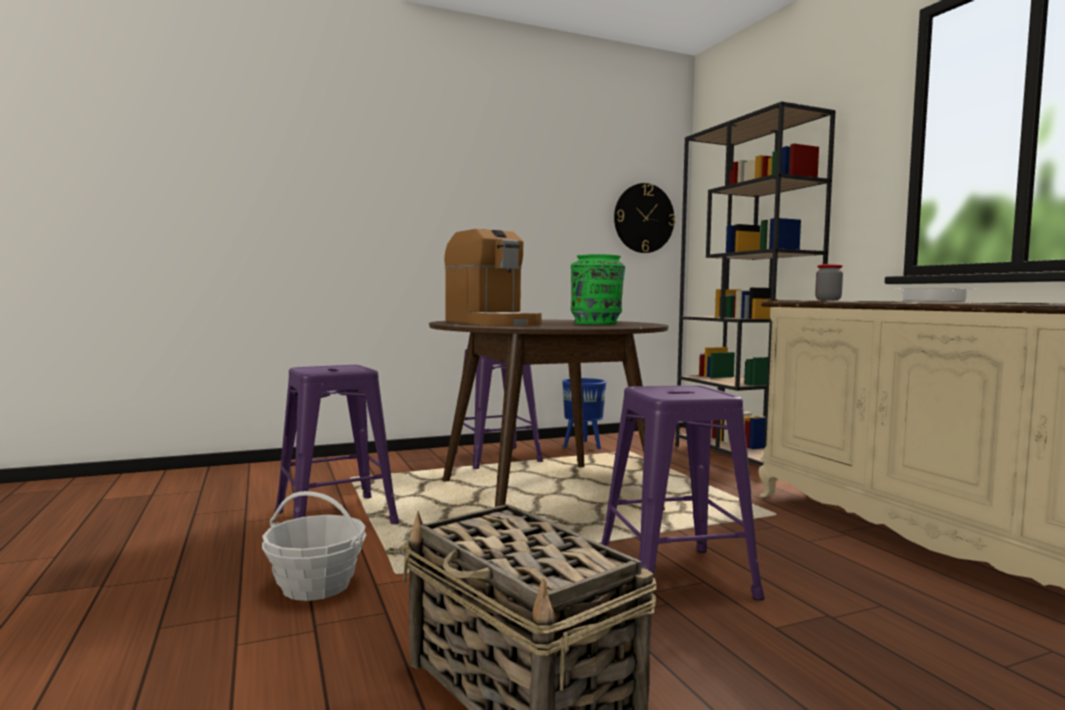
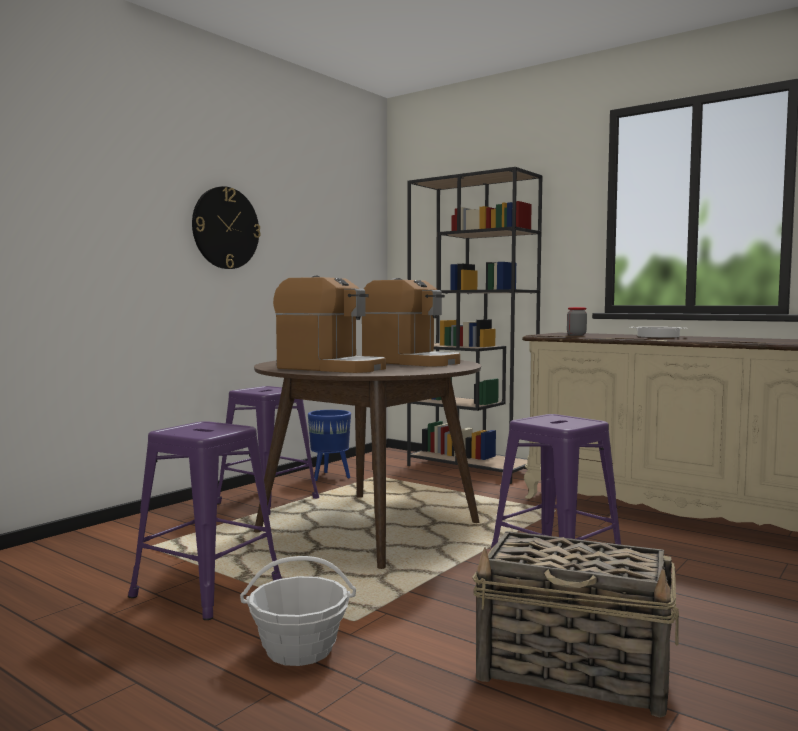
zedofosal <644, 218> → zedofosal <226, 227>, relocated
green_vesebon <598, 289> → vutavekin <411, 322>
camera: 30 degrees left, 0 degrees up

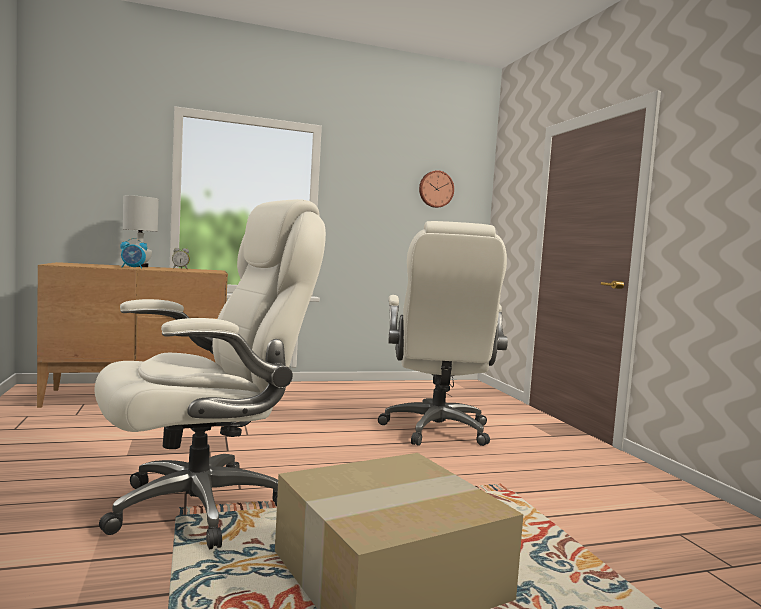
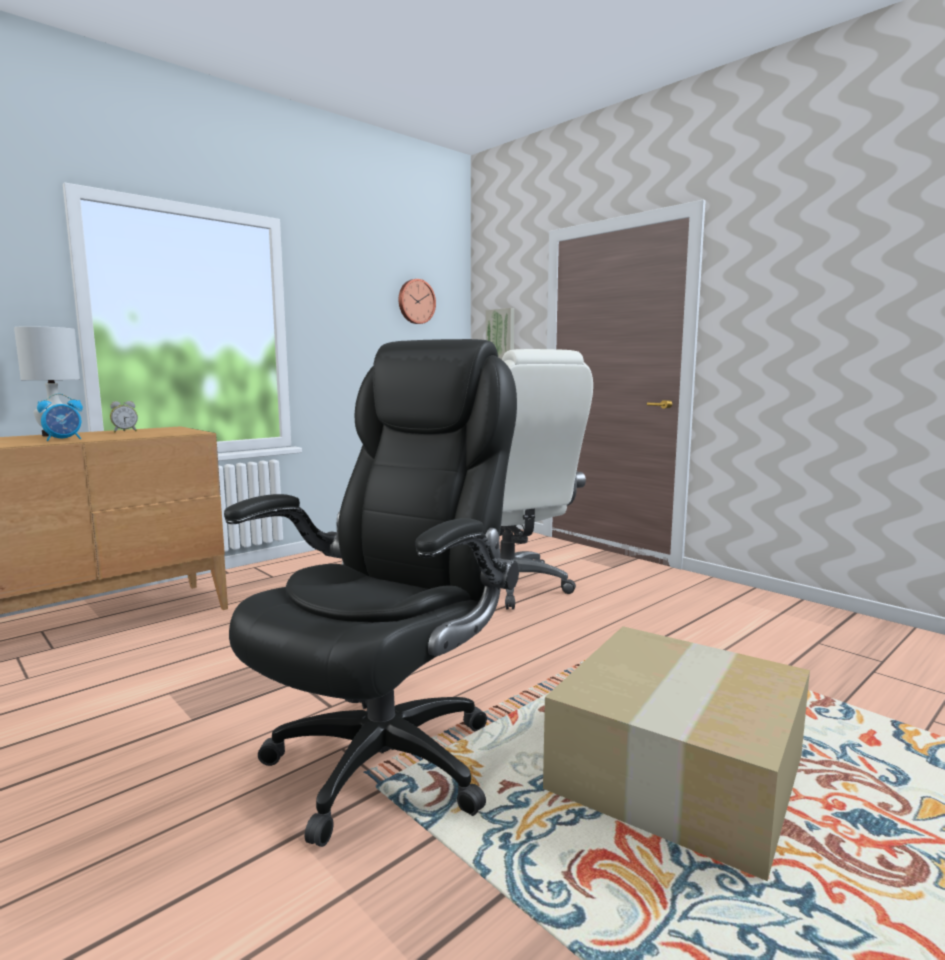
- → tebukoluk <500, 334>
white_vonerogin <210, 374> → black_vonerogin <371, 593>
camera: 25 degrees left, 5 degrees up

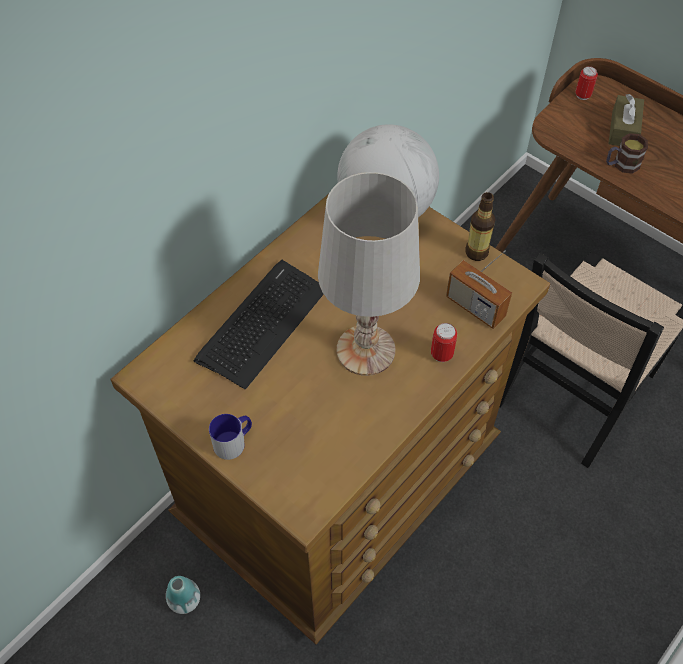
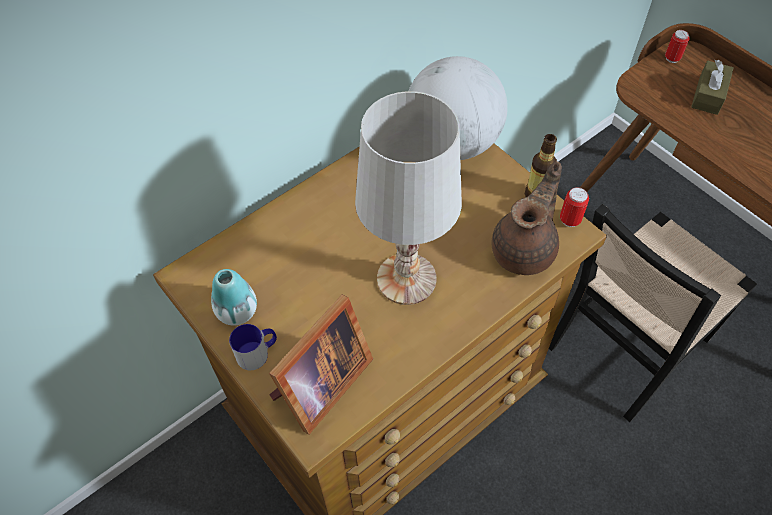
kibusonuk <259, 324> → -
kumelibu <627, 153> → -
- → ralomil <321, 364>
vesebon <183, 595> → vesebon <234, 297>, relocated
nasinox <444, 342> → nasinox <574, 207>, relocated
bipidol <479, 290> → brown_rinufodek <526, 218>
camera: 10 degrees right, 0 degrees up

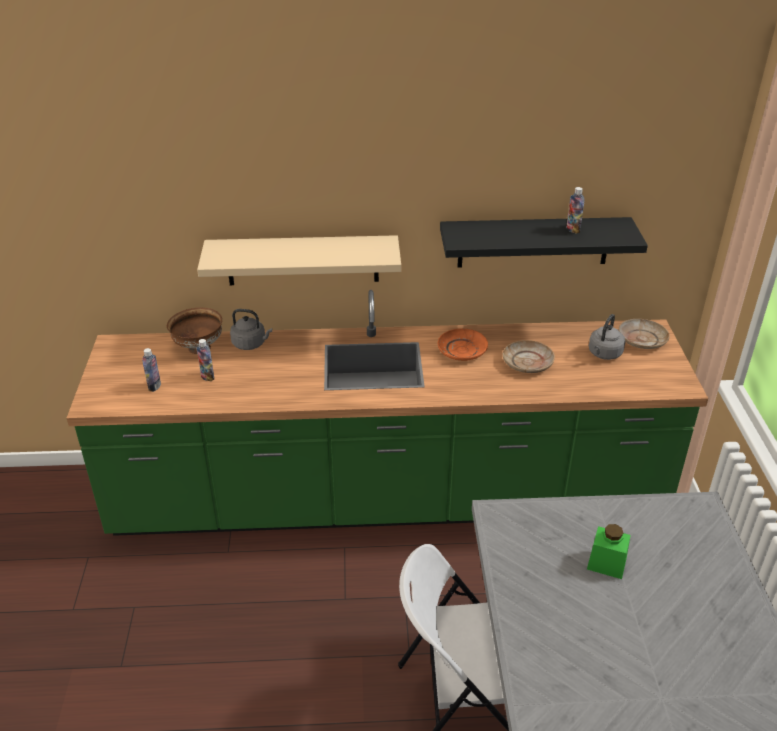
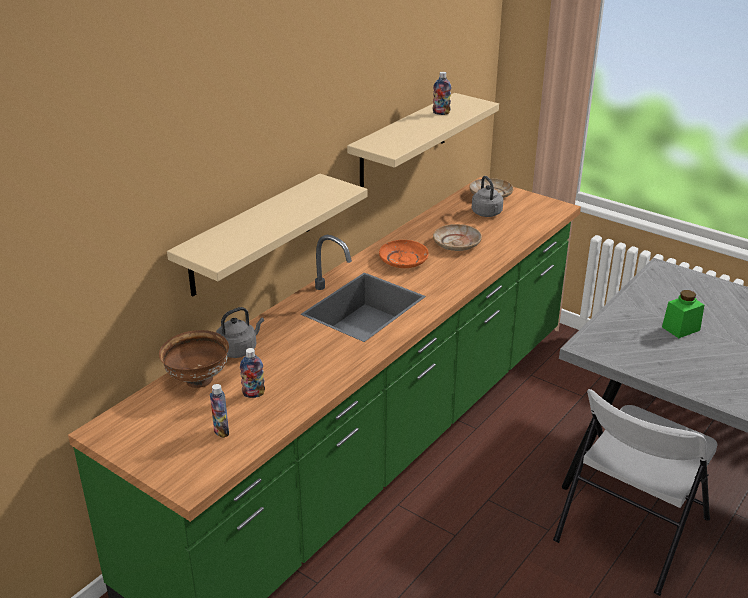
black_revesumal <544, 242> → beige_revesumal <423, 140>
camera: 50 degrees left, 5 degrees down

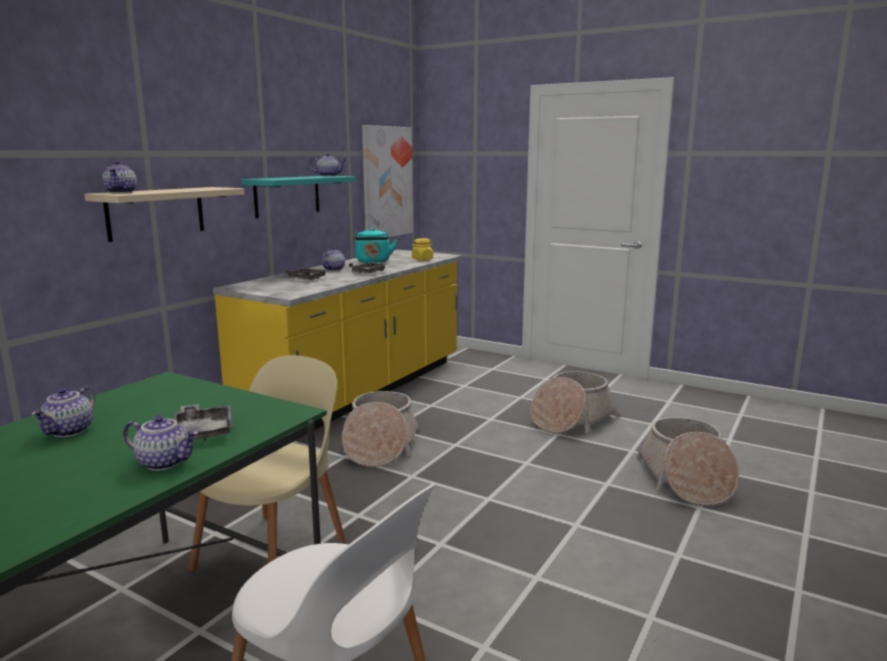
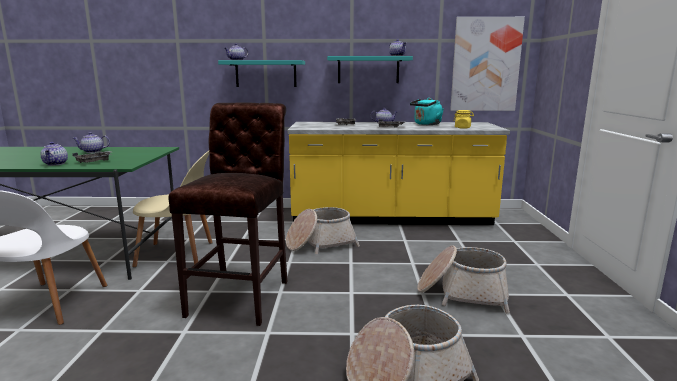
- → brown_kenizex <227, 214>
beige_revesumal <164, 214> → turquoise_revesumal <261, 73>
camera: 60 degrees right, 0 degrees up

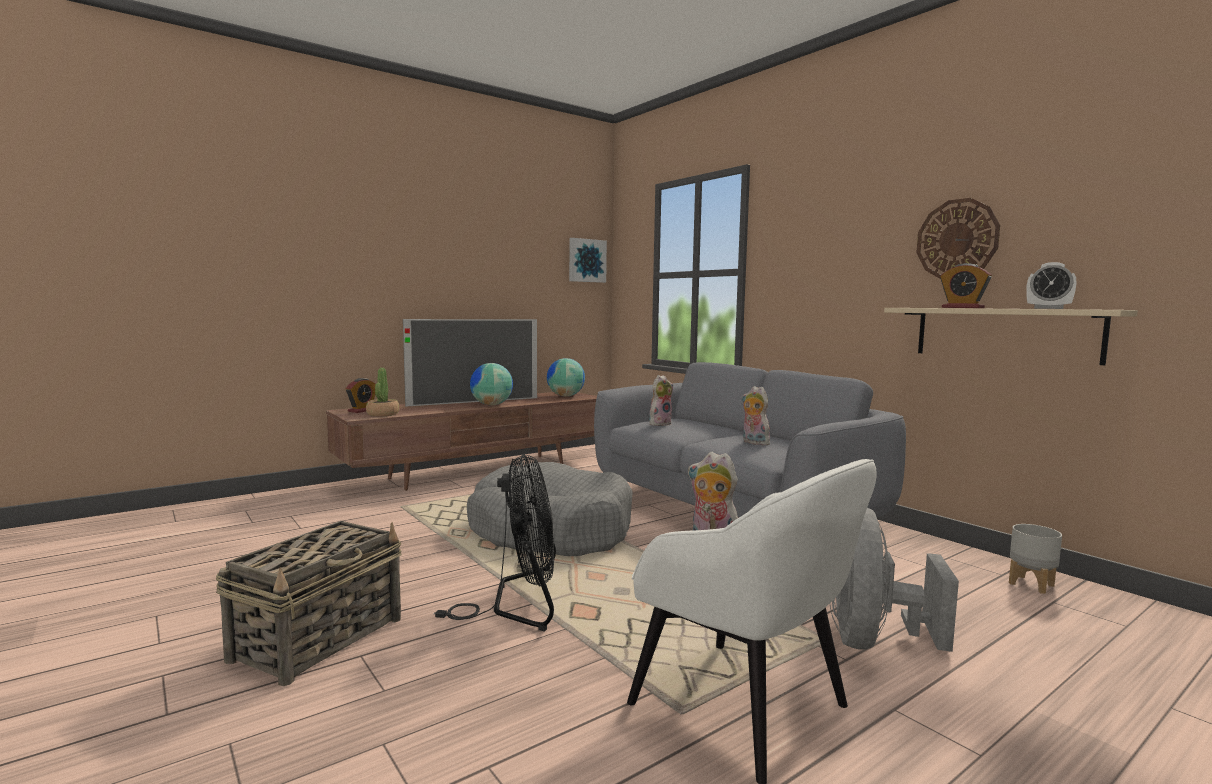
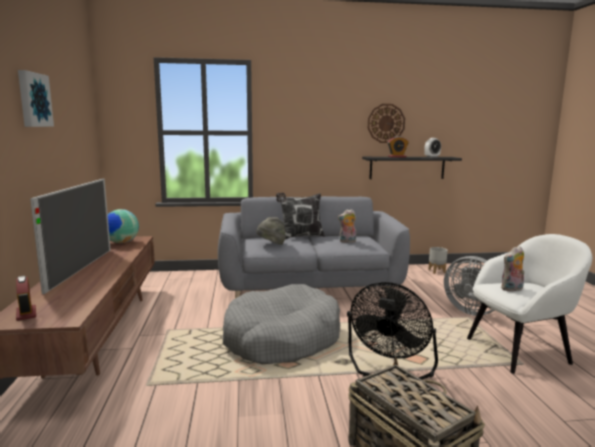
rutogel <382, 392> → -
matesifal <491, 384> → -
- → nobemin <300, 216>
tebukoluk <588, 260> → tebukoluk <36, 98>, relocated
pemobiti <661, 400> → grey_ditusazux <271, 231>
beige_revesumal <1011, 336> → black_revesumal <412, 168>
camera: 60 degrees left, 5 degrees up

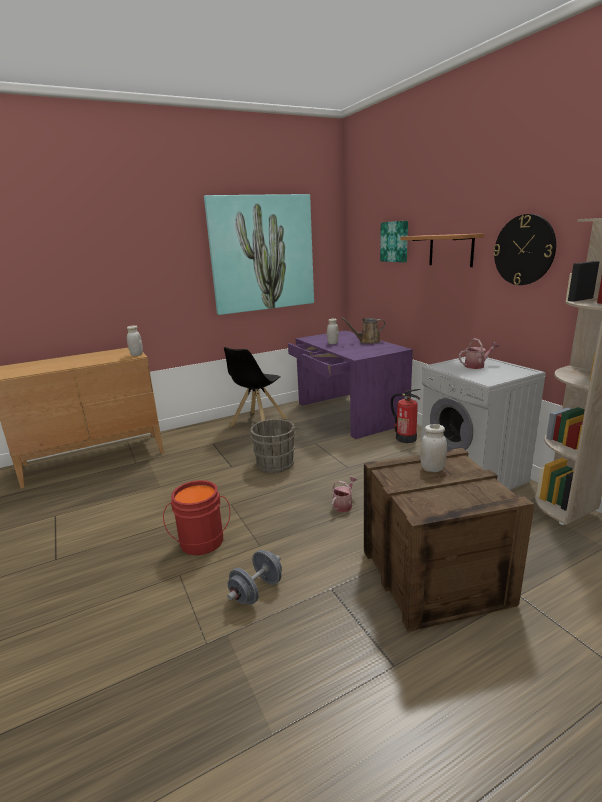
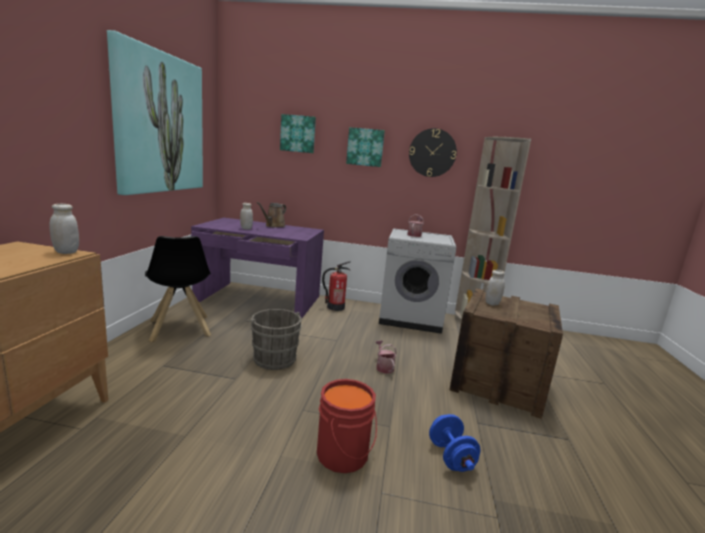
revesumal <442, 250> → tebukoluk <365, 147>
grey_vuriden <254, 577> → blue_vuriden <455, 443>
camera: 55 degrees left, 5 degrees down

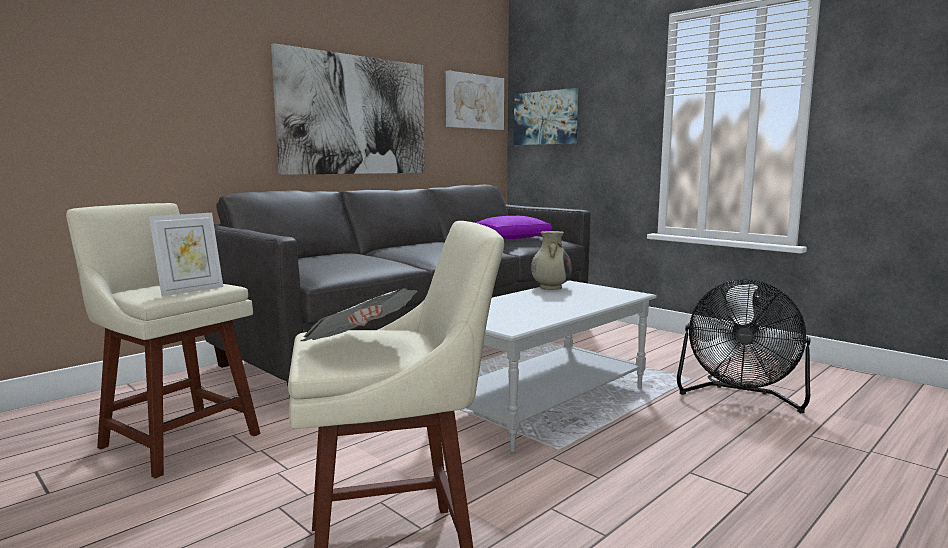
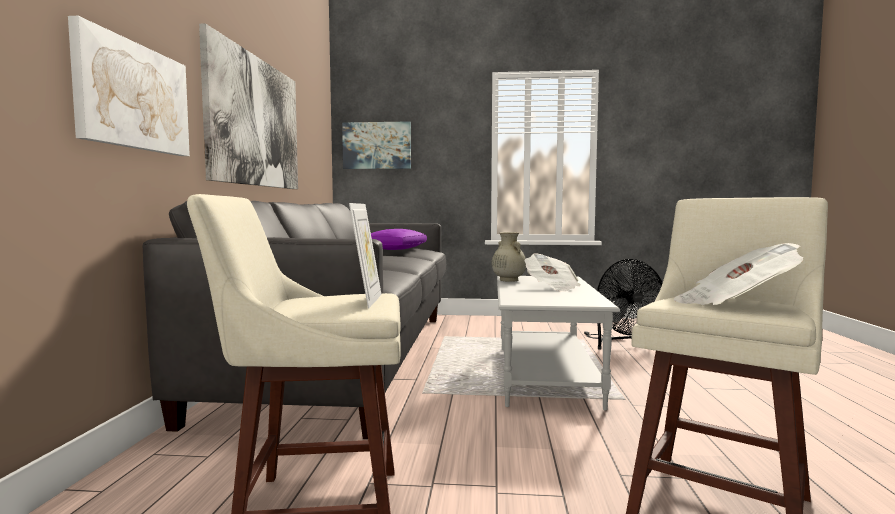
- → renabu <552, 273>
tebukoluk <475, 100> → tebukoluk <129, 86>, relocated
camera: 40 degrees left, 5 degrees down

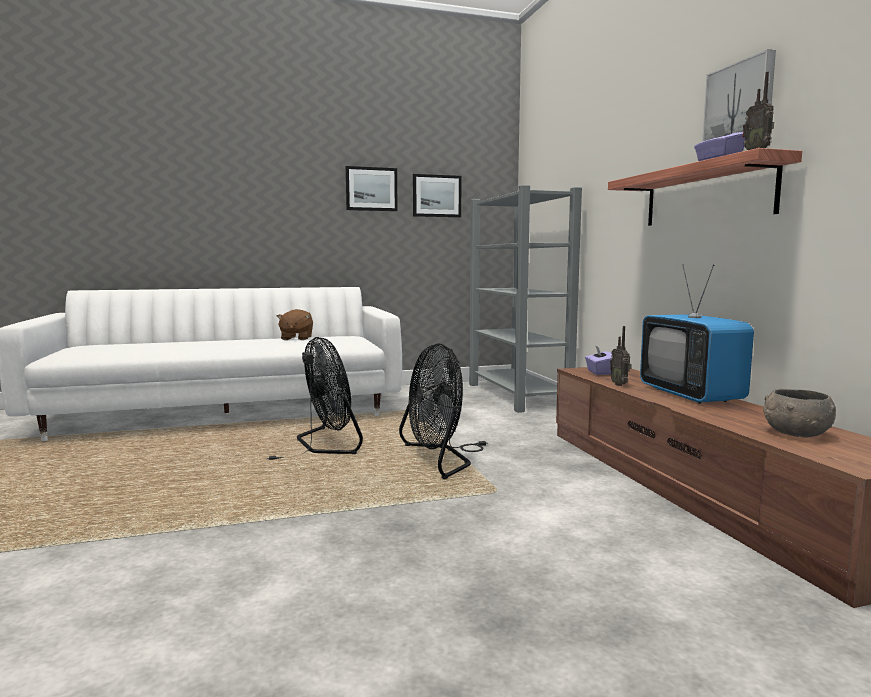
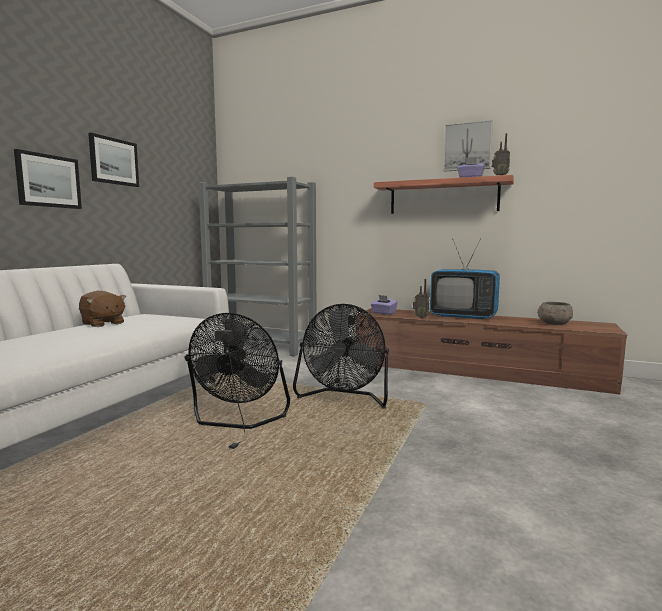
tebukoluk <437, 195> → tebukoluk <48, 179>, relocated
camera: 50 degrees left, 0 degrees up

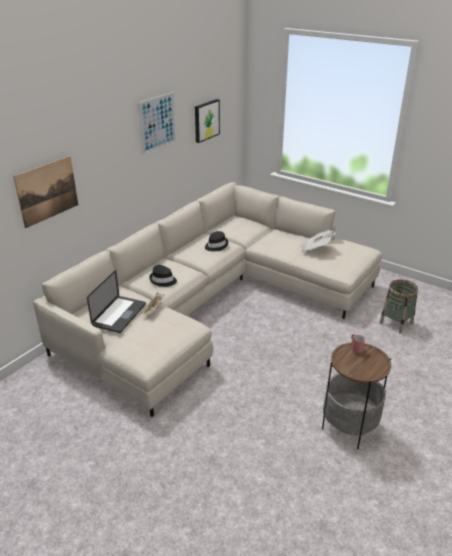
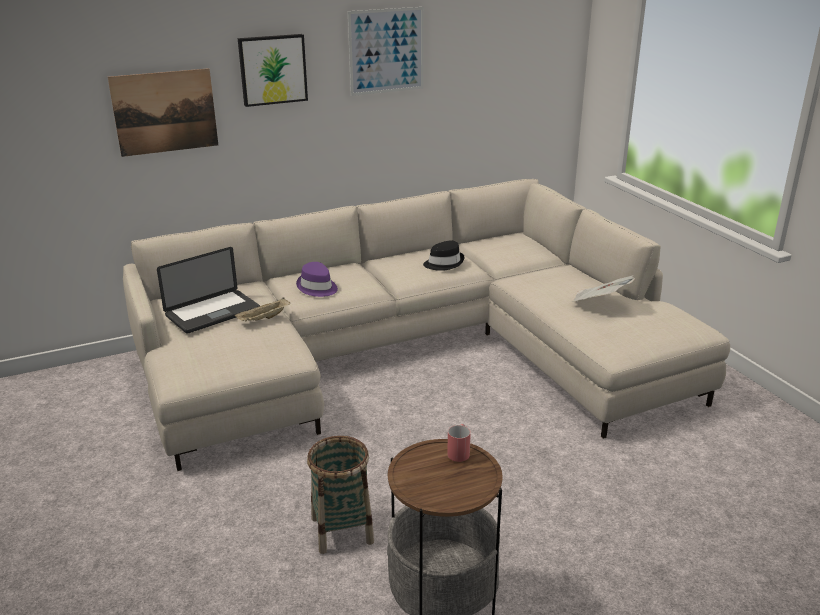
tebukoluk <207, 121> → tebukoluk <273, 70>, relocated
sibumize <398, 306> → sibumize <340, 495>, relocated
black_ditusazux <163, 276> → purple_ditusazux <317, 279>
camera: 30 degrees right, 5 degrees down

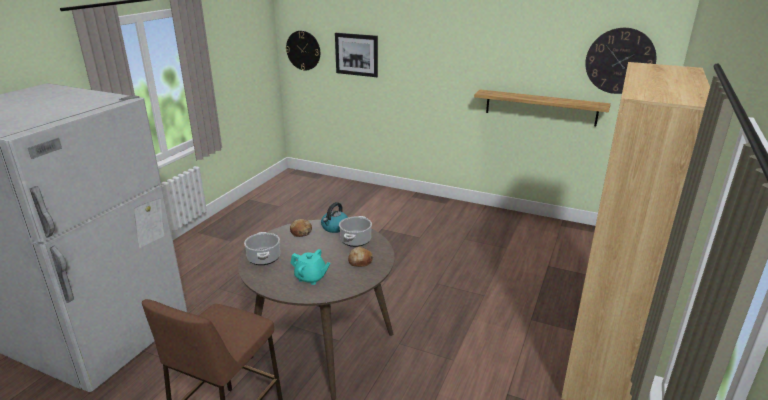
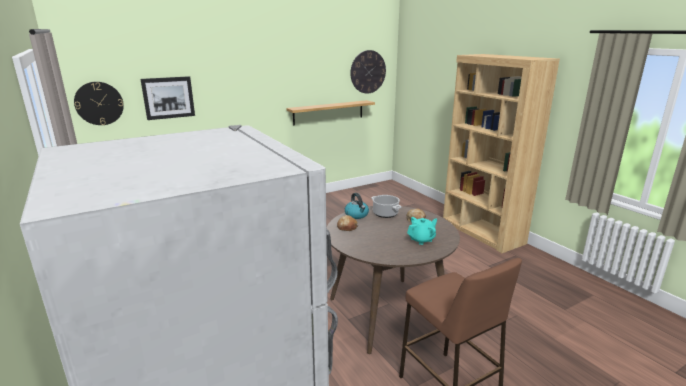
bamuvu <262, 248> → -
camera: 55 degrees left, 5 degrees down

